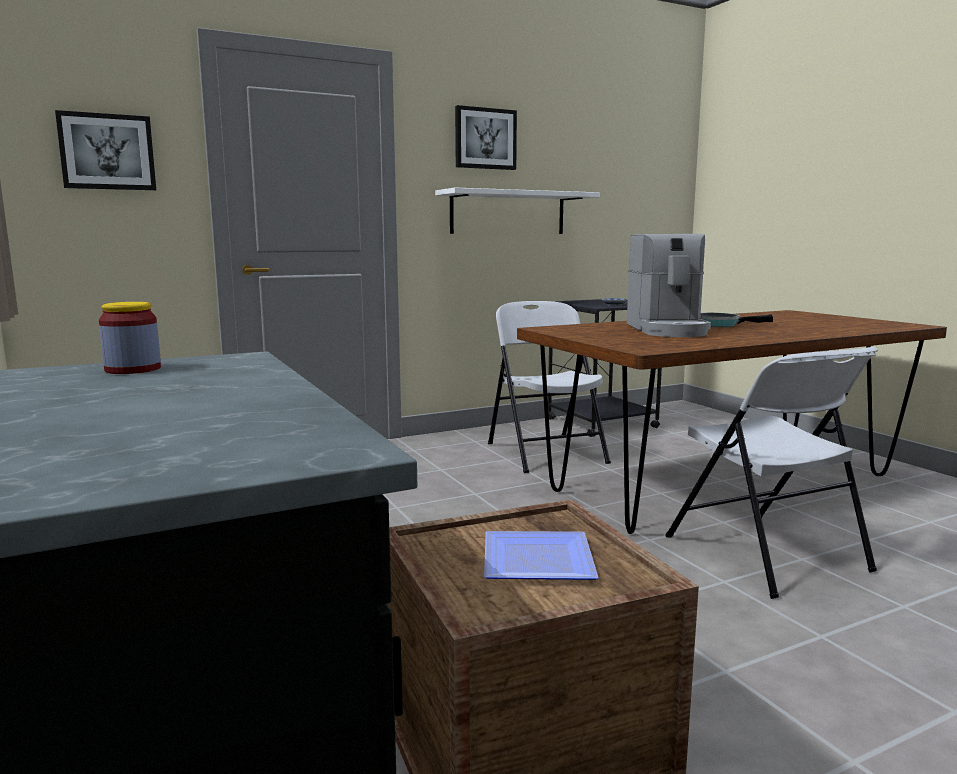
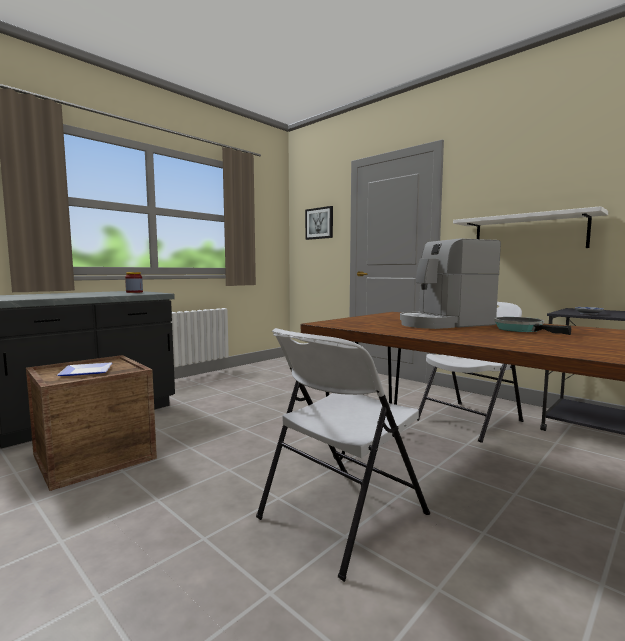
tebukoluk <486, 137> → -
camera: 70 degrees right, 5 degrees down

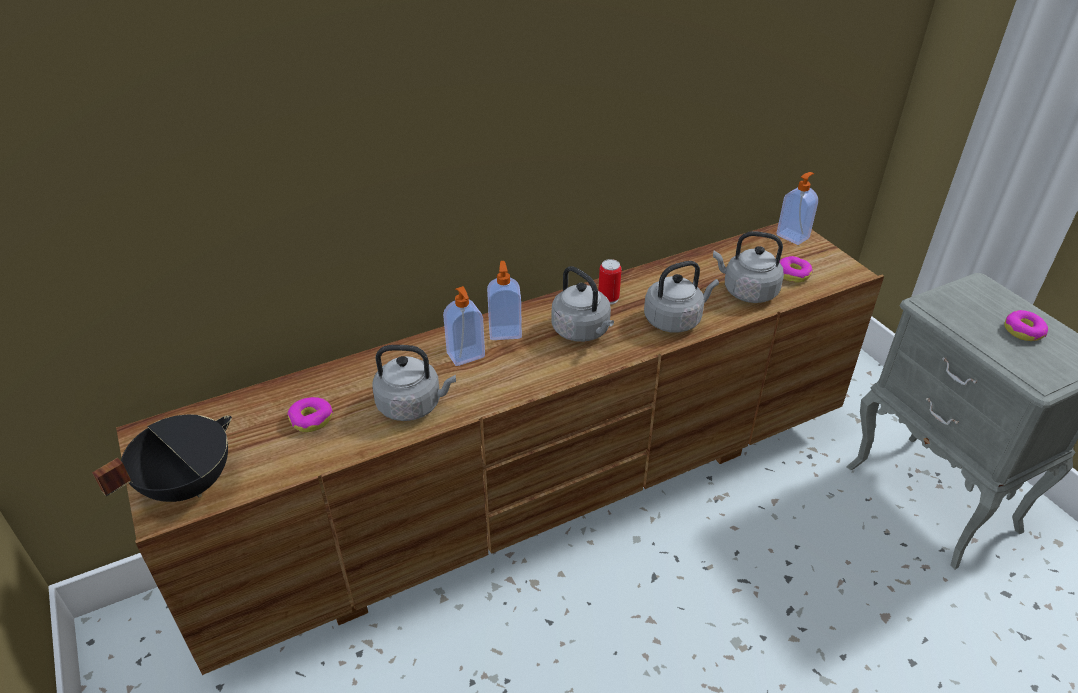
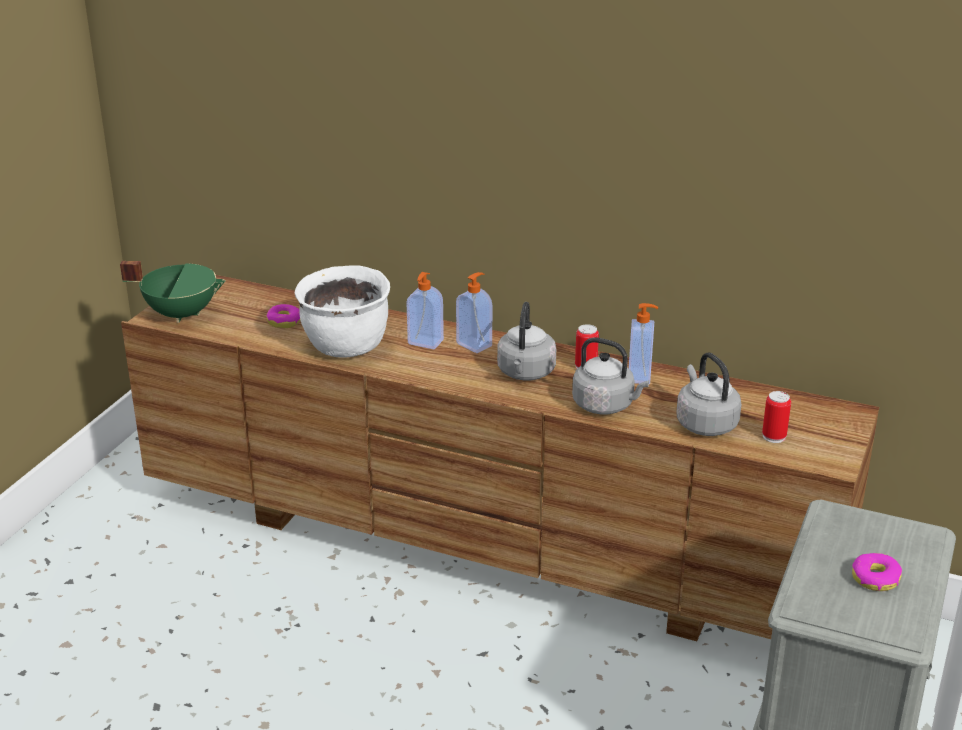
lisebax <797, 208> → lisebax <643, 343>, relocated
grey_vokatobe <414, 383> → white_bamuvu <342, 311>
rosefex <796, 269> → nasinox <776, 417>
black_bamuvu <162, 458> → green_bamuvu <173, 292>
camera: 50 degrees right, 10 degrees down

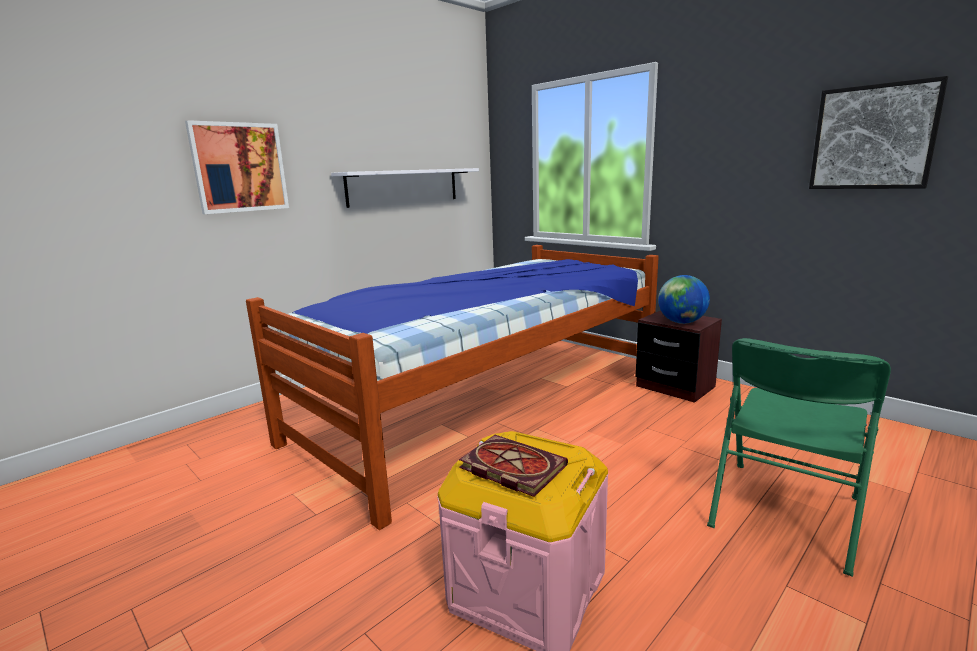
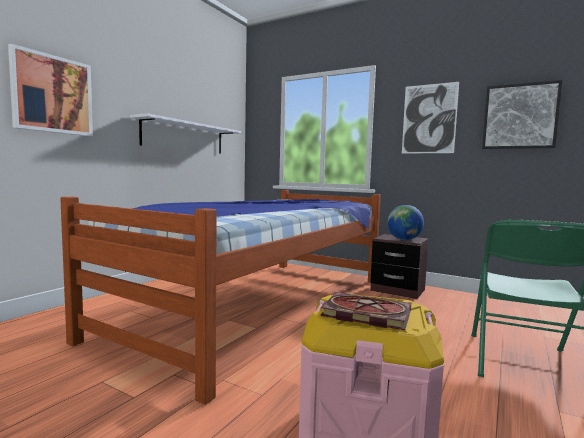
- → tebukoluk <430, 118>
camera: 15 degrees left, 10 degrees down

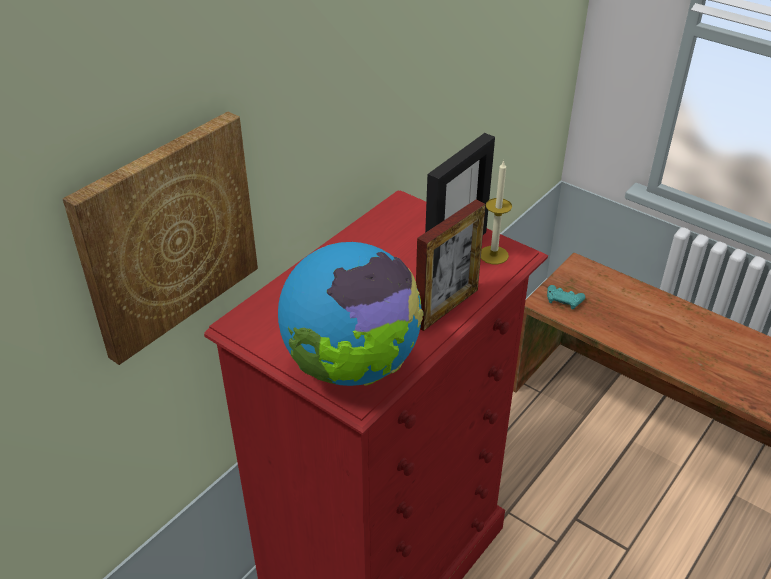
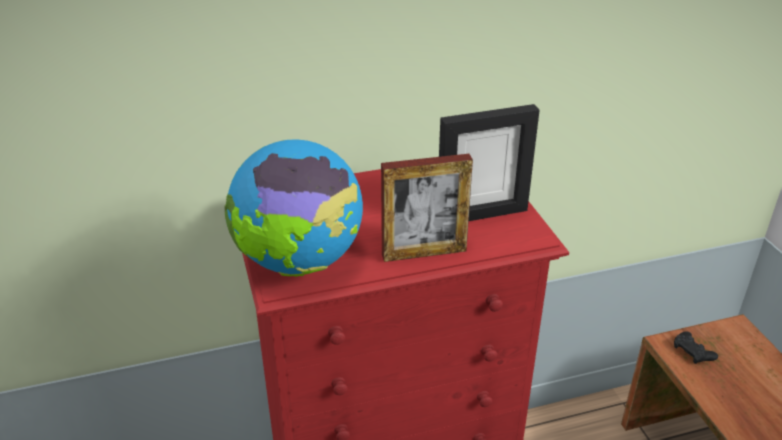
tebukoluk <160, 238> → -
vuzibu <496, 212> → -
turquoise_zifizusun <566, 297> → black_zifizusun <696, 347>
camera: 35 degrees right, 5 degrees down

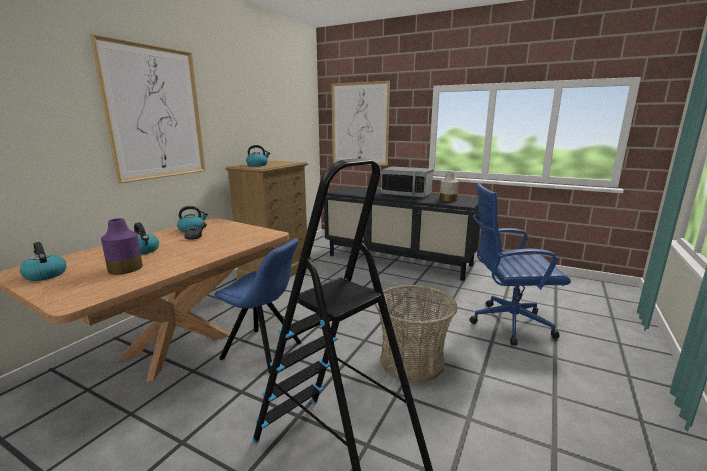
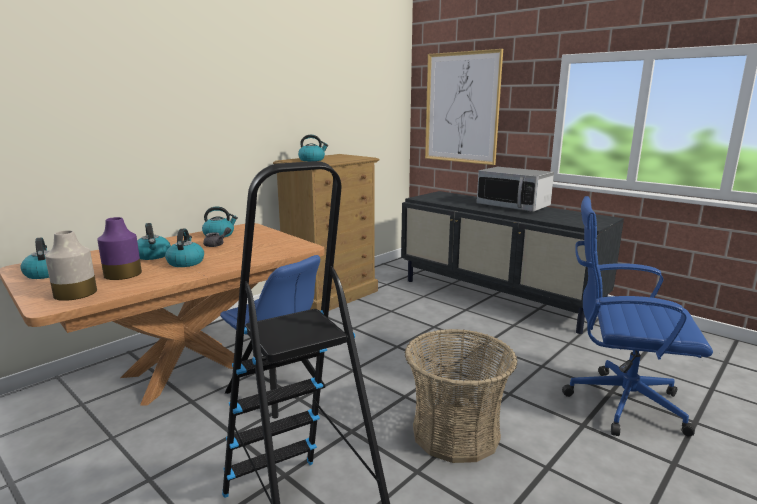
tebukoluk <148, 108> → -
- → vokatobe <184, 248>
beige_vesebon <449, 187> → beige_vesebon <71, 265>, relocated
camera: 15 degrees right, 0 degrees up

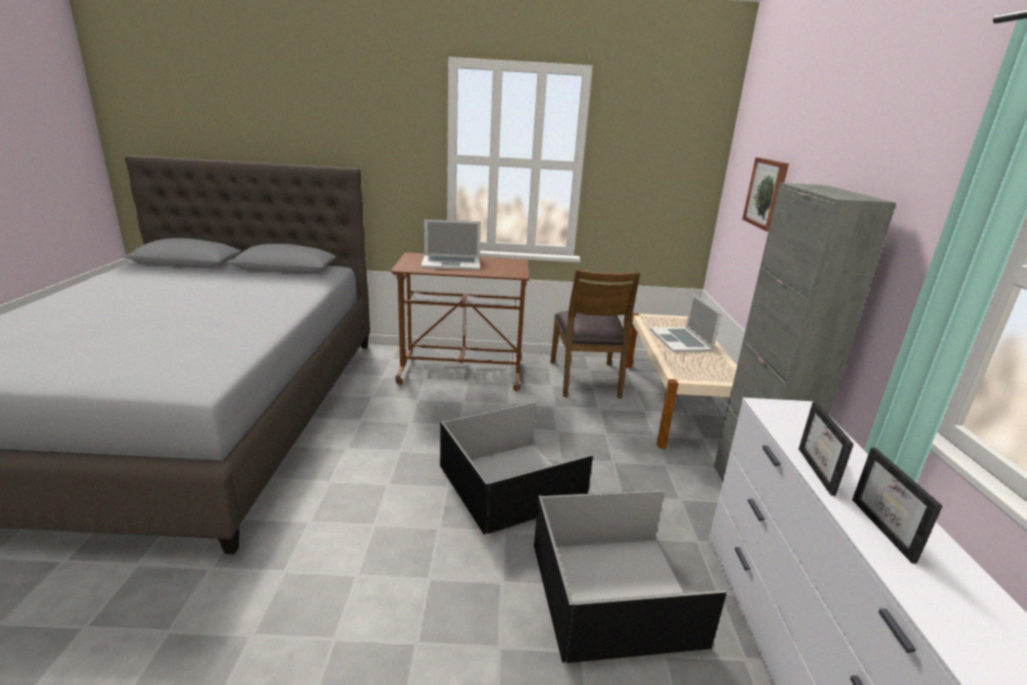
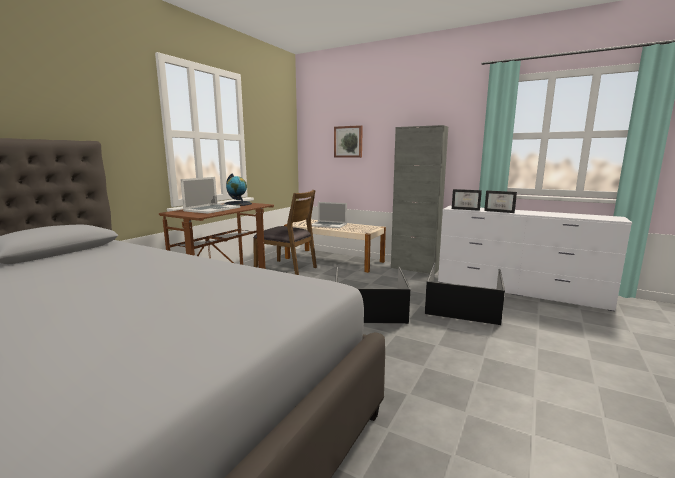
- → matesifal <238, 189>
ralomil <897, 505> → ralomil <467, 200>, relocated
camera: 60 degrees left, 10 degrees down

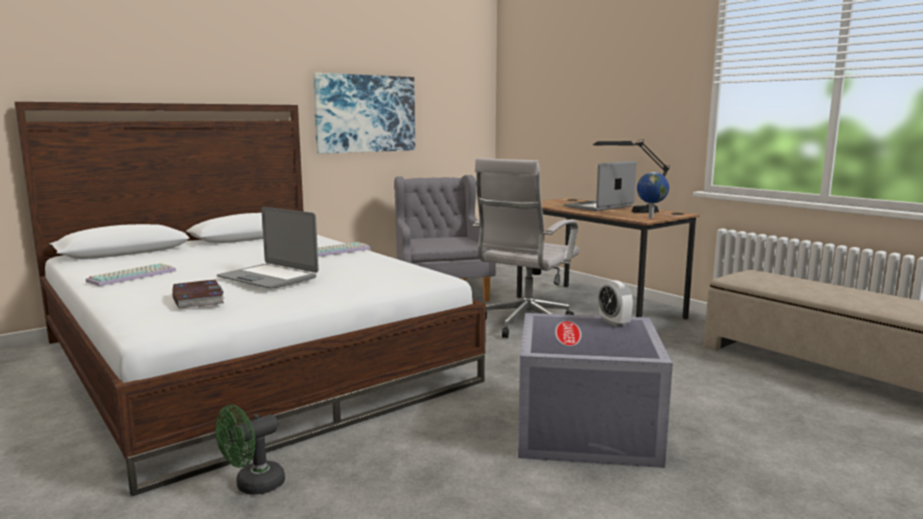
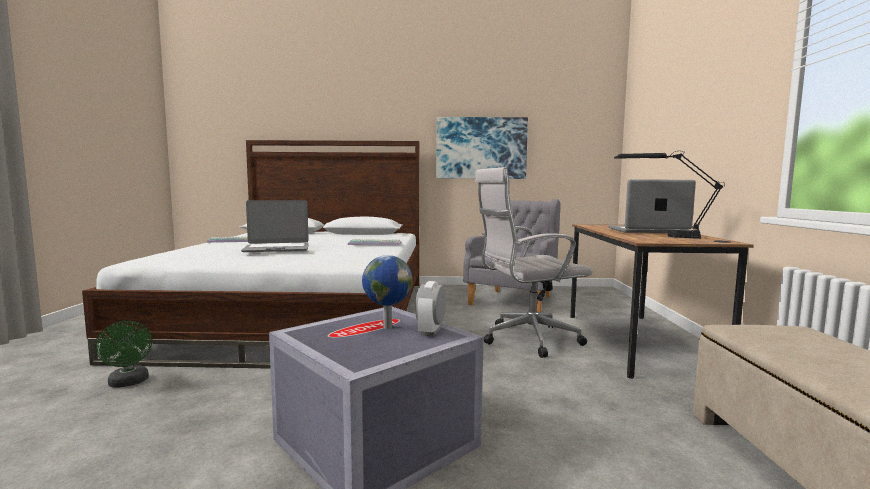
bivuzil <198, 294> → -
matesifal <653, 195> → matesifal <387, 292>, relocated
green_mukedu <250, 450> → green_mukedu <123, 354>, 120 degrees counterclockwise
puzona <268, 247> → puzona <275, 226>, 90 degrees counterclockwise
camera: 40 degrees right, 5 degrees down

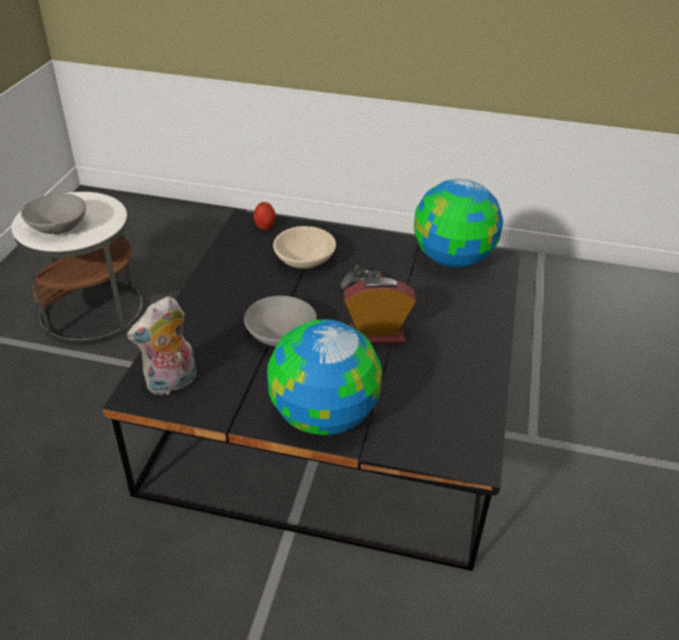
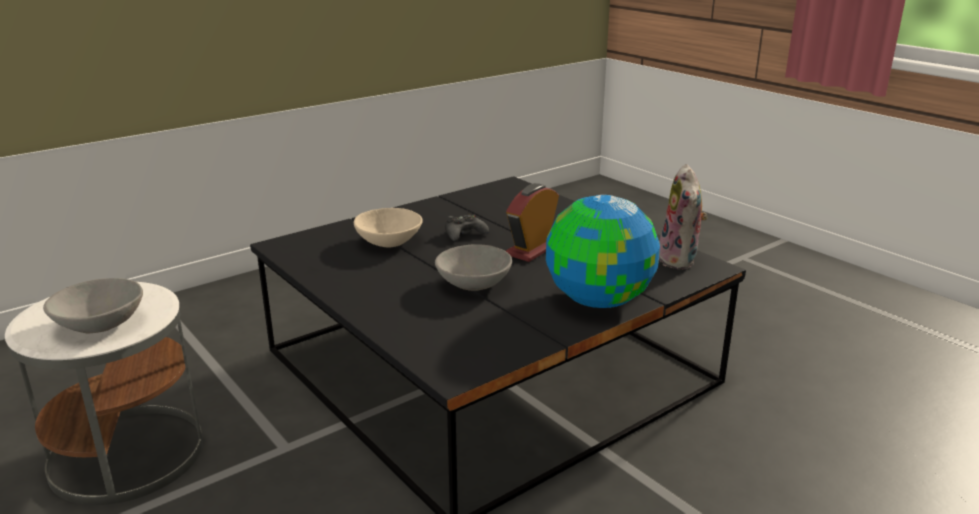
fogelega <265, 216> → -
matesifal <458, 223> → -
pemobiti <161, 345> → pemobiti <683, 217>, relocated
camera: 50 degrees left, 15 degrees down

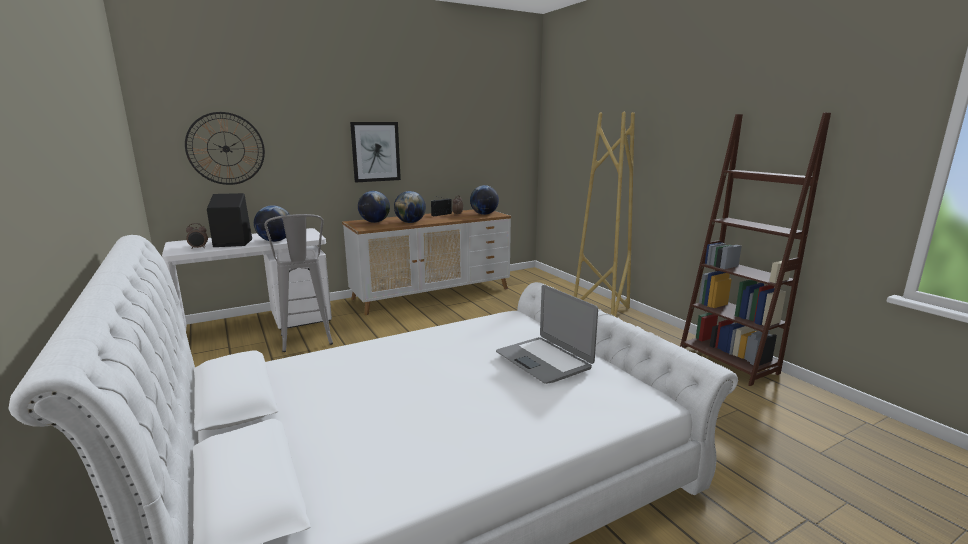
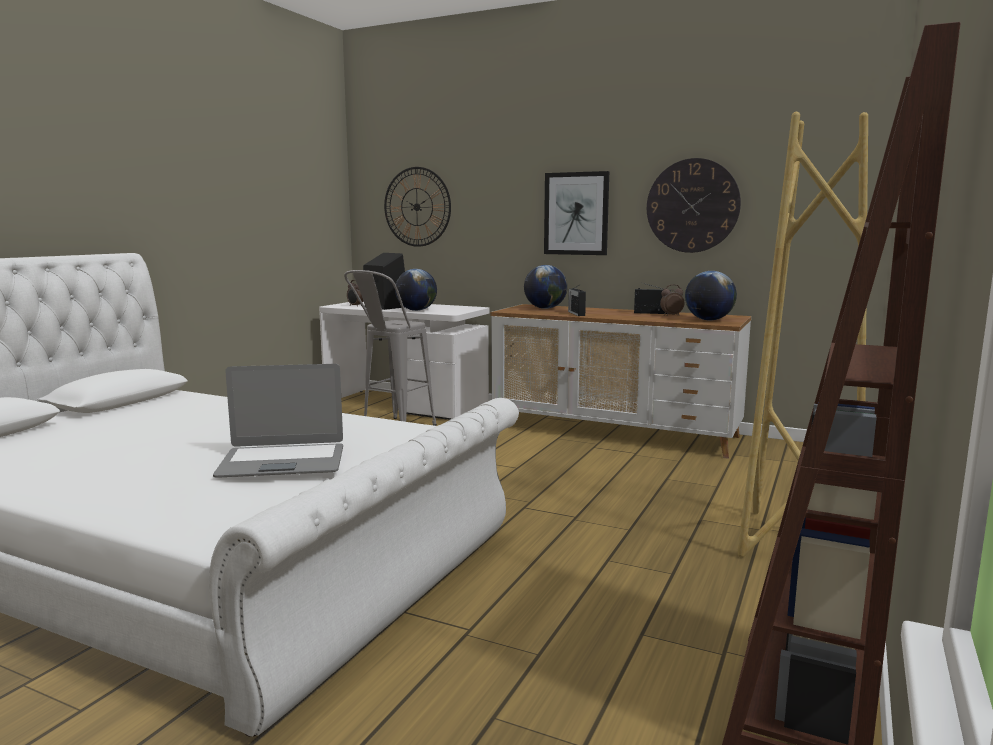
- → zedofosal <694, 205>
matesifal <410, 207> → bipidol <577, 300>
puzona <547, 334> → puzona <278, 421>, 120 degrees counterclockwise
camera: 55 degrees right, 5 degrees down

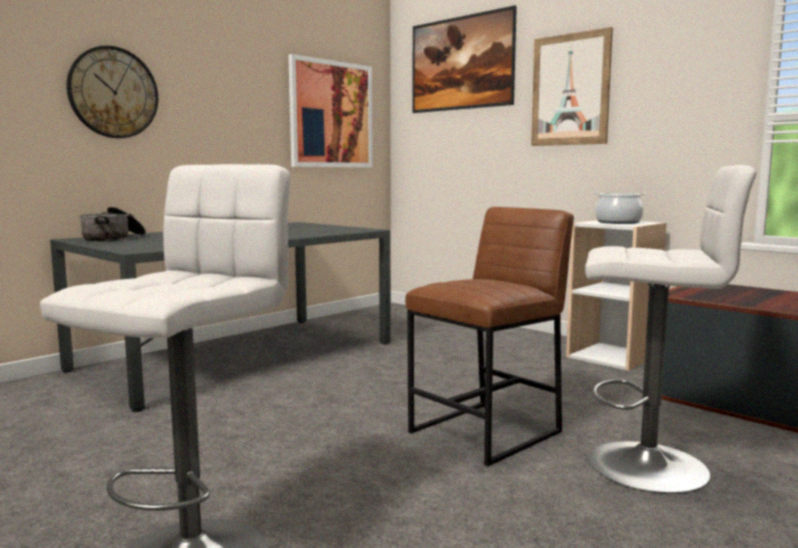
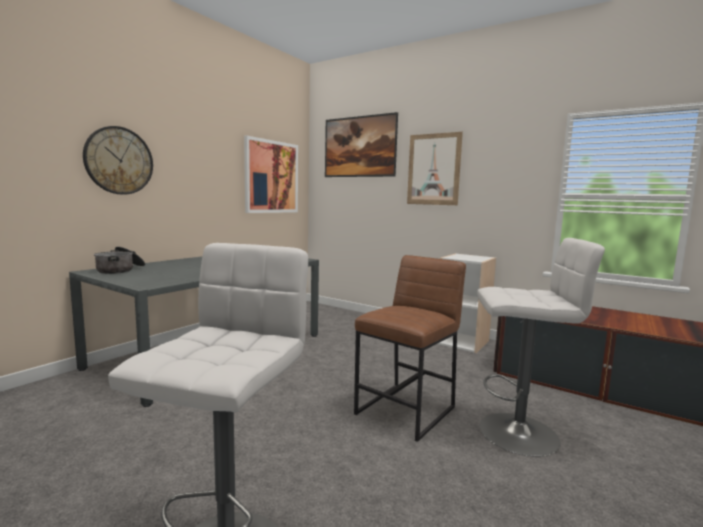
bamuvu <620, 208> → -
camera: 10 degrees left, 0 degrees up

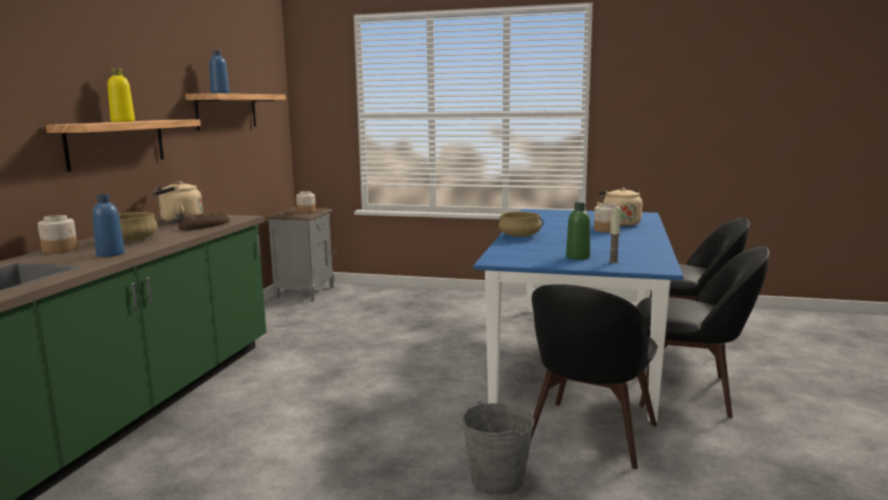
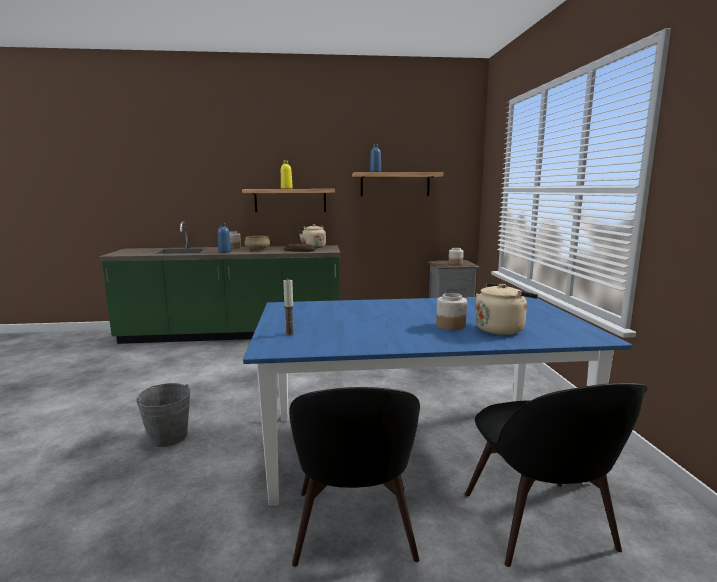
beige_bamuvu <521, 224> → -
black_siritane <594, 376> → -
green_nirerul <578, 231> → -
camera: 70 degrees right, 0 degrees up

